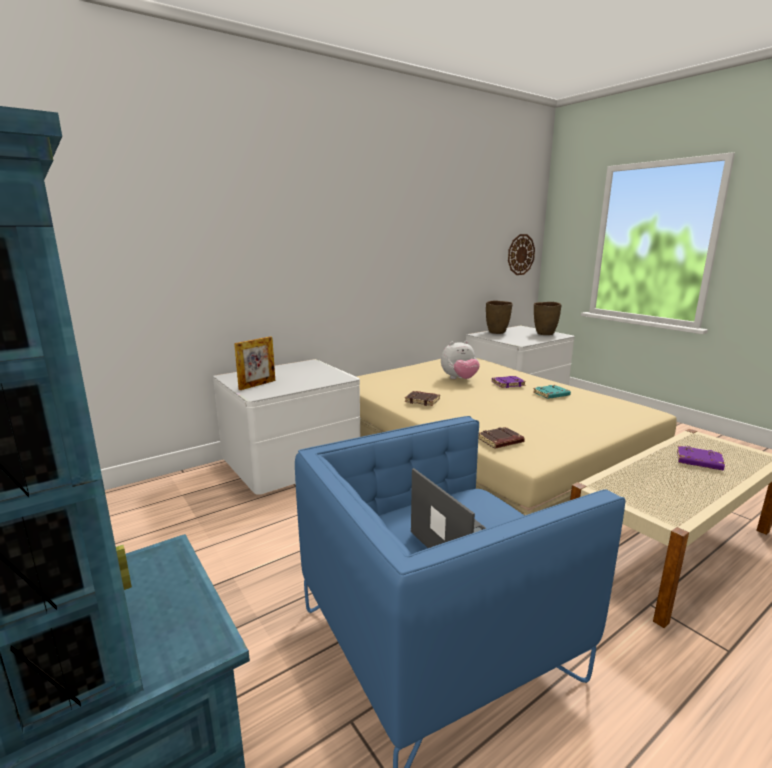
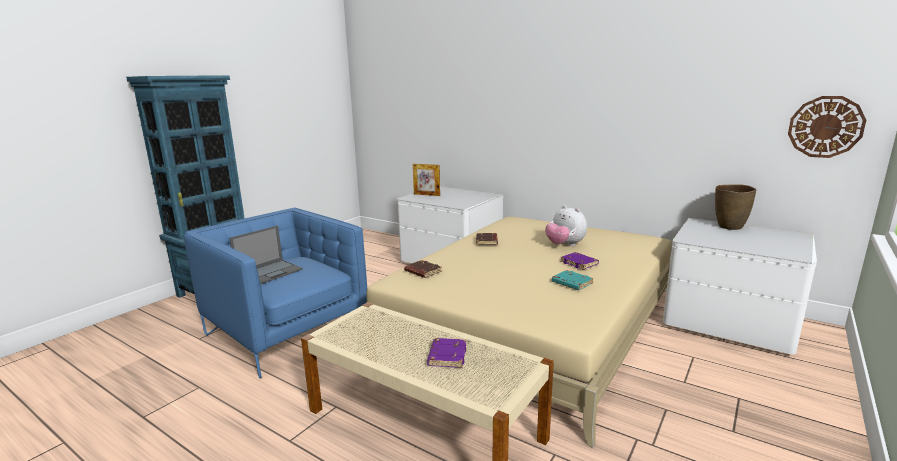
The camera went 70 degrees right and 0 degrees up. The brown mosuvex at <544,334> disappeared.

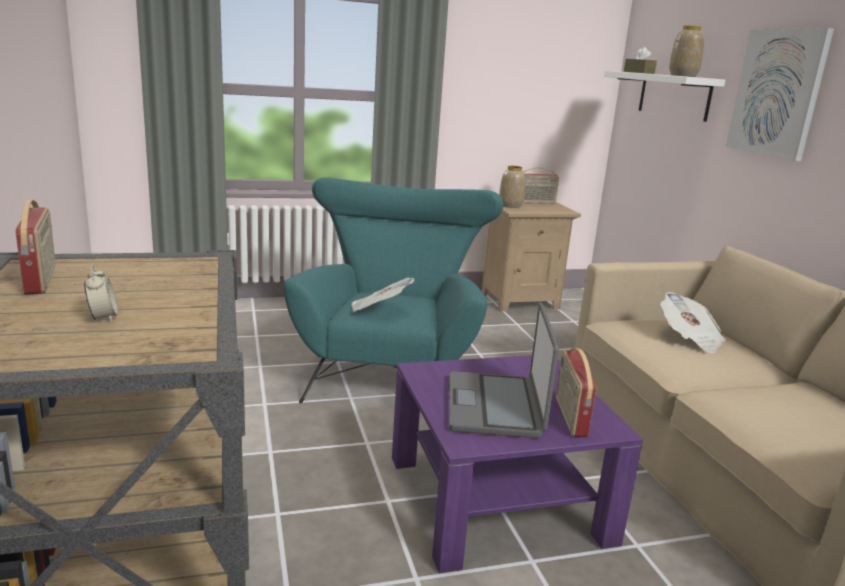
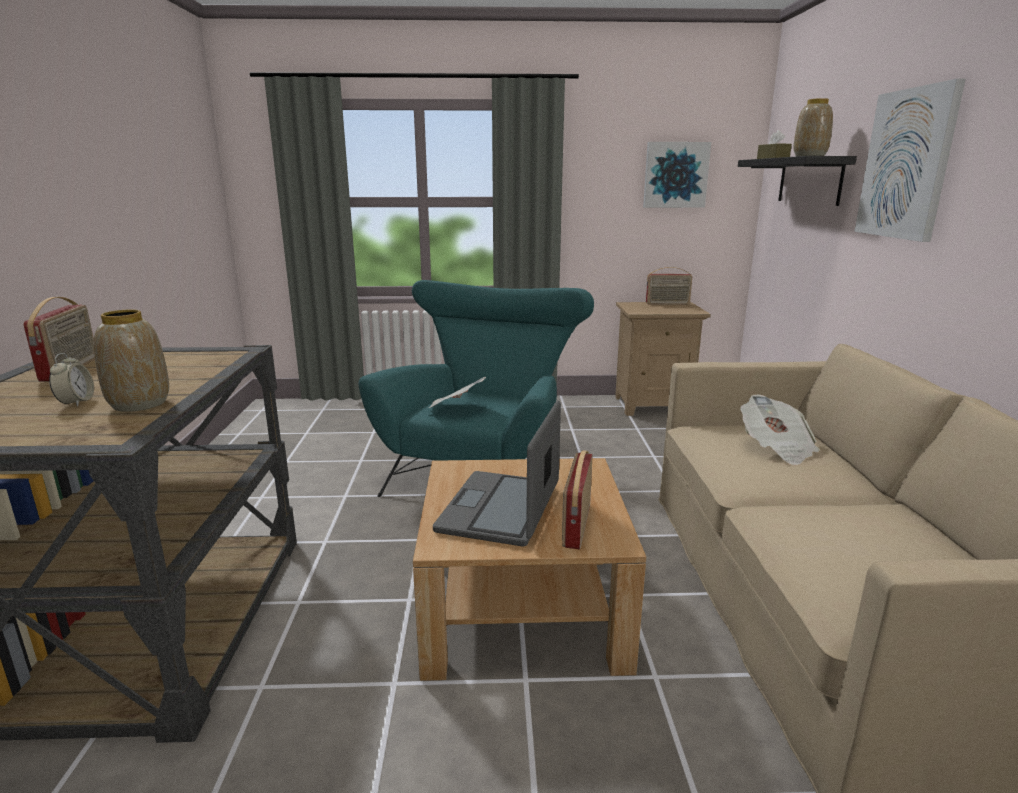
The camera went 15 degrees right and 0 degrees up. The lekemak at <675,175> appeared. The mosuvex moved from <510,206> to <140,403>. The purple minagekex at <497,498> became the brown minagekex at <522,608>. The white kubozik at <674,96> became the black kubozik at <809,181>.

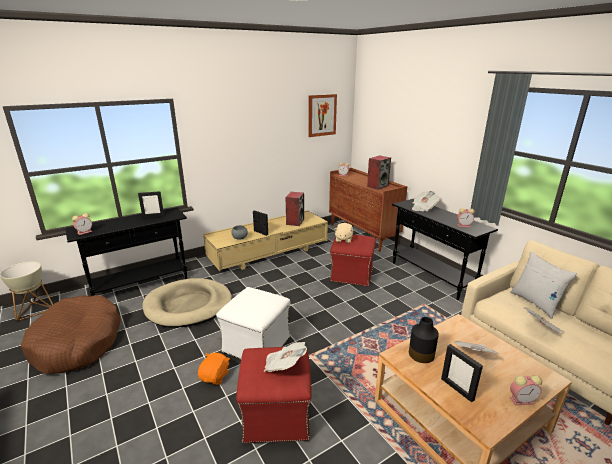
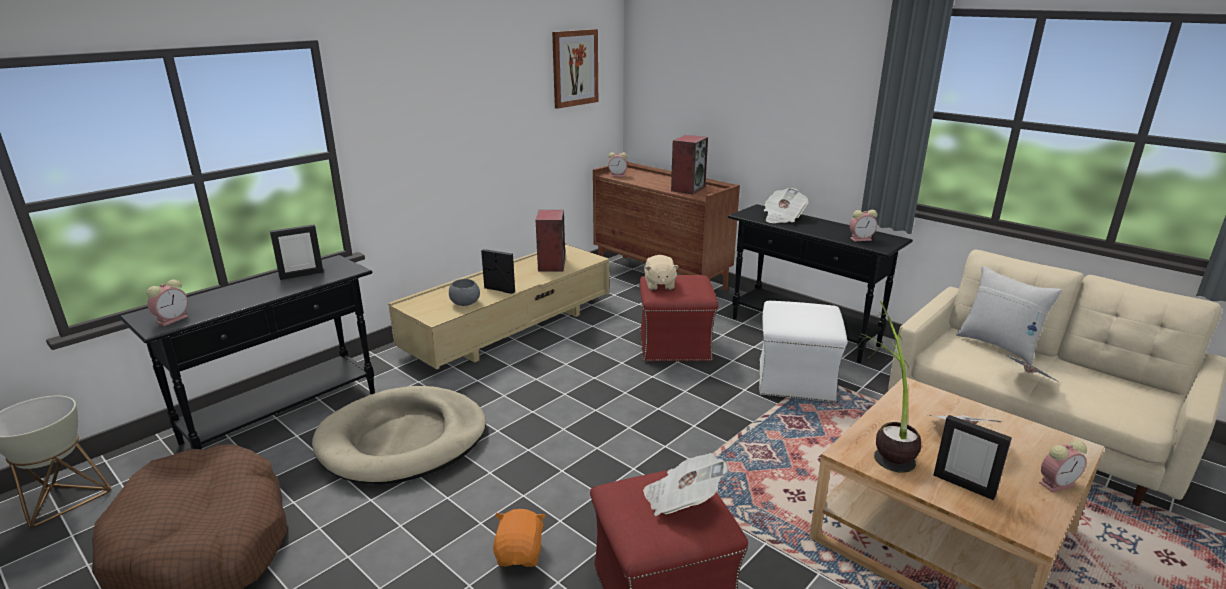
The camera went 15 degrees left and 0 degrees up. The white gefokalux moved from <256,345> to <796,381>. The black mosuvex at <421,354> was replaced by the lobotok at <884,444>.

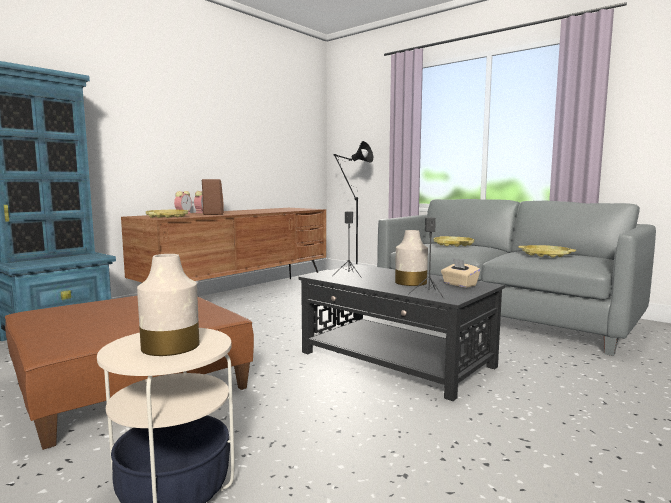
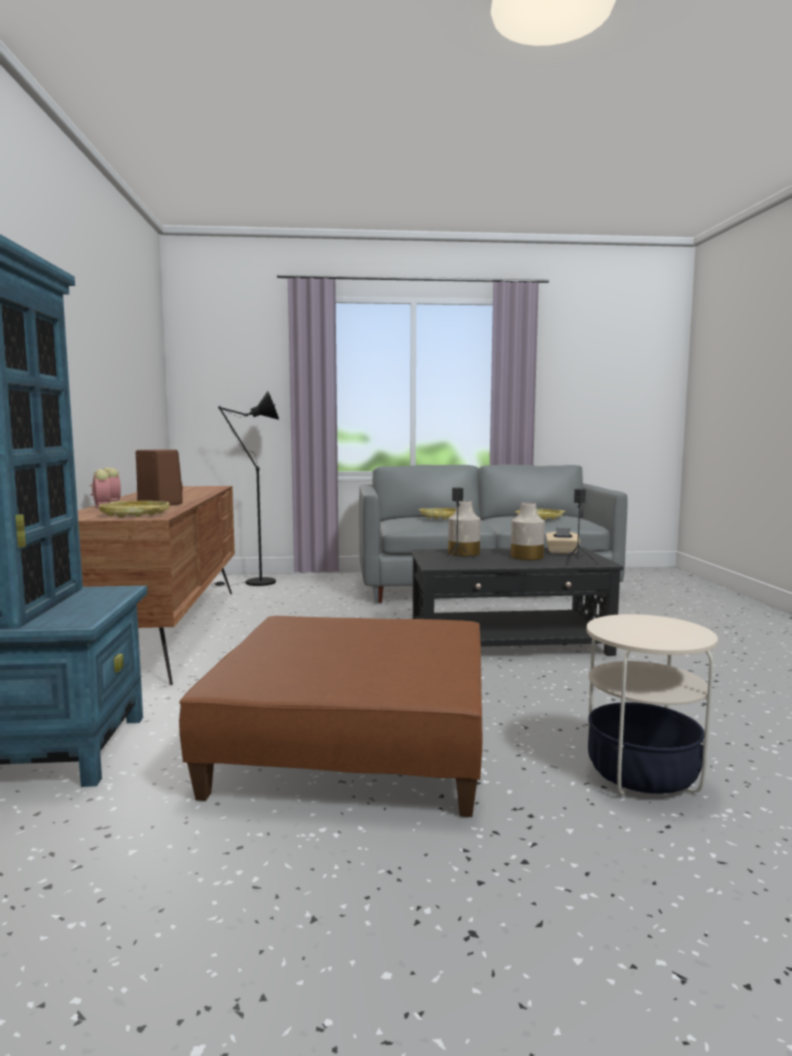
The camera went 45 degrees left and 0 degrees up. The beige mosuvex moved from <171,345> to <463,553>.

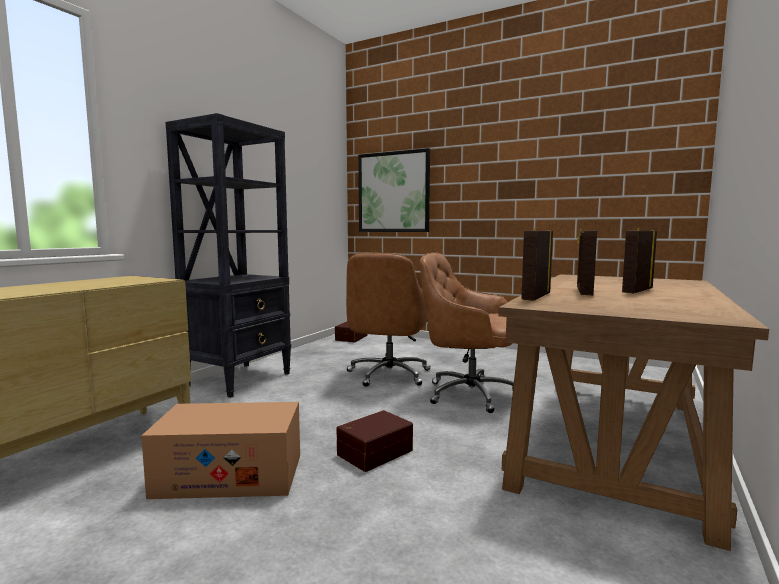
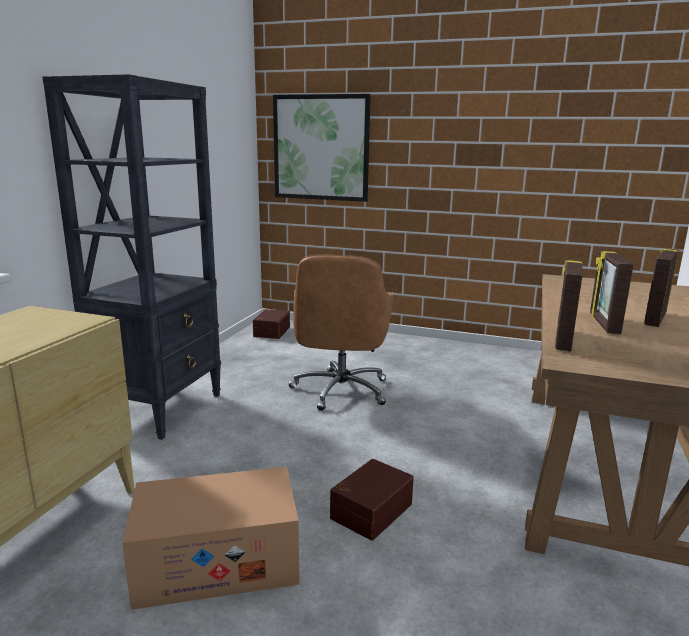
The camera went 10 degrees left and 10 degrees up. The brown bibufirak at <471,394> disappeared.

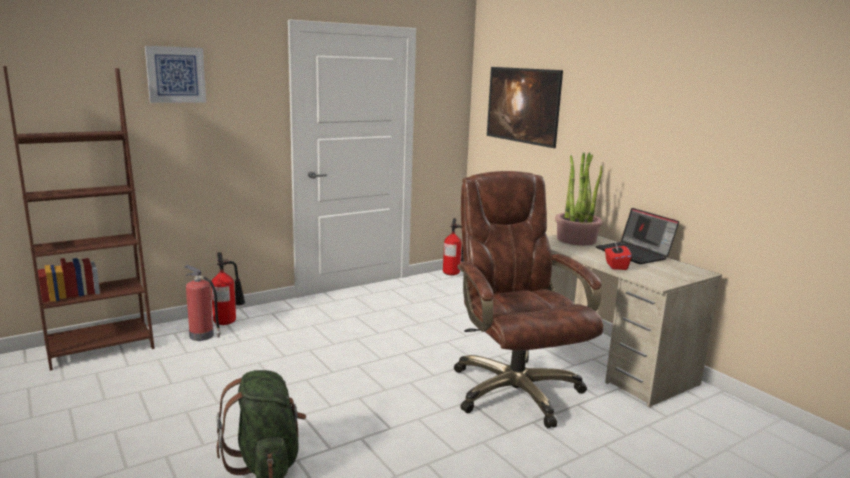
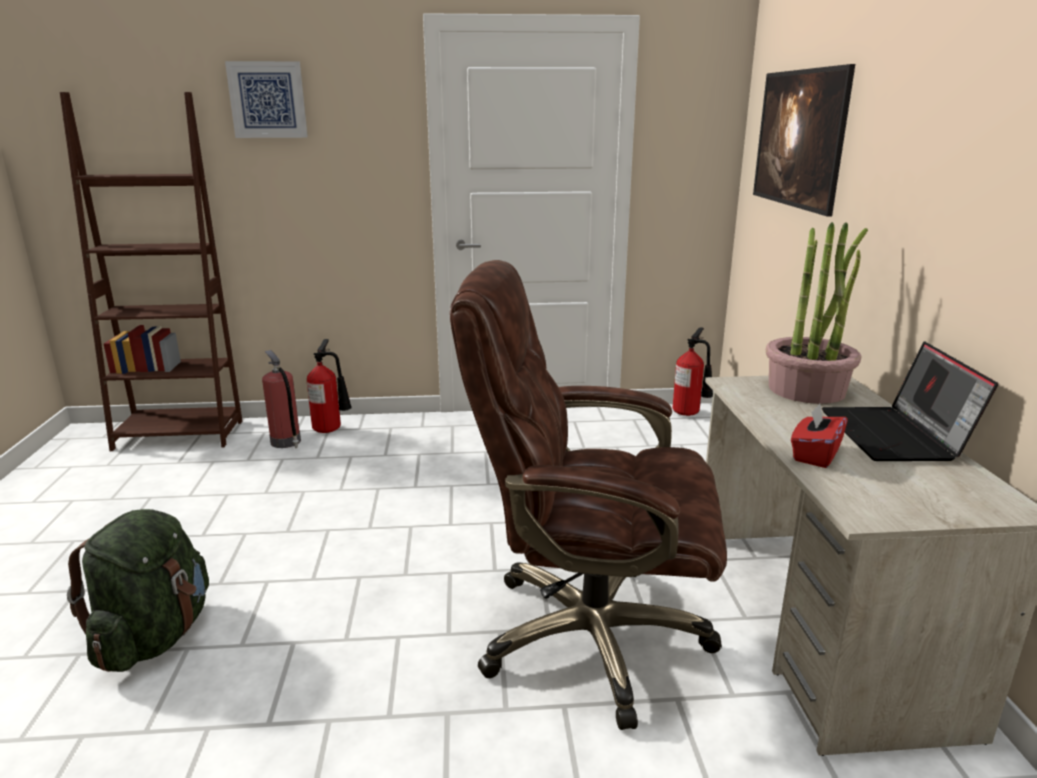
The camera went 30 degrees right and 5 degrees up. The brown bibufirak at <515,390> turned 90 degrees counterclockwise.

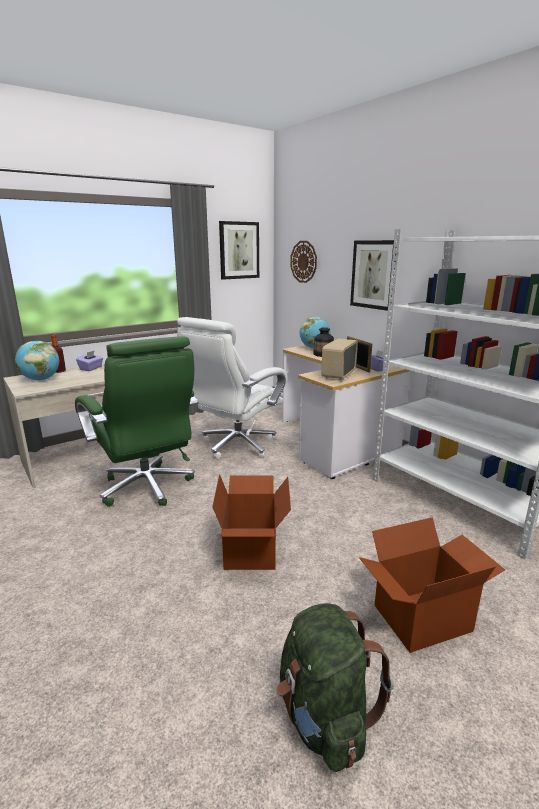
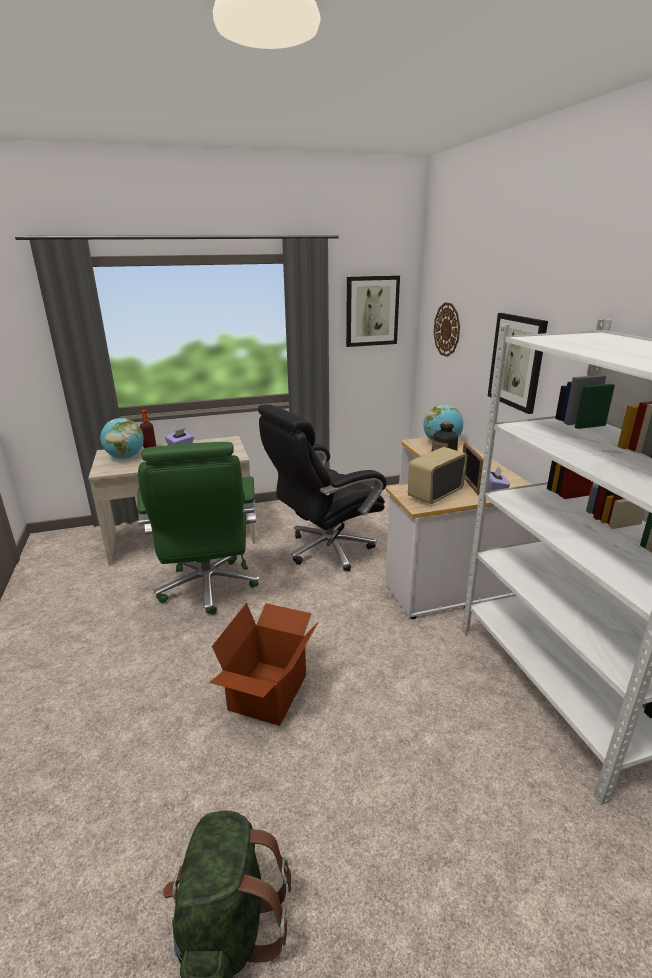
The camera went 20 degrees right and 5 degrees up. The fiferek at <421,616> disappeared. The white bibufirak at <235,446> became the black bibufirak at <325,551>.

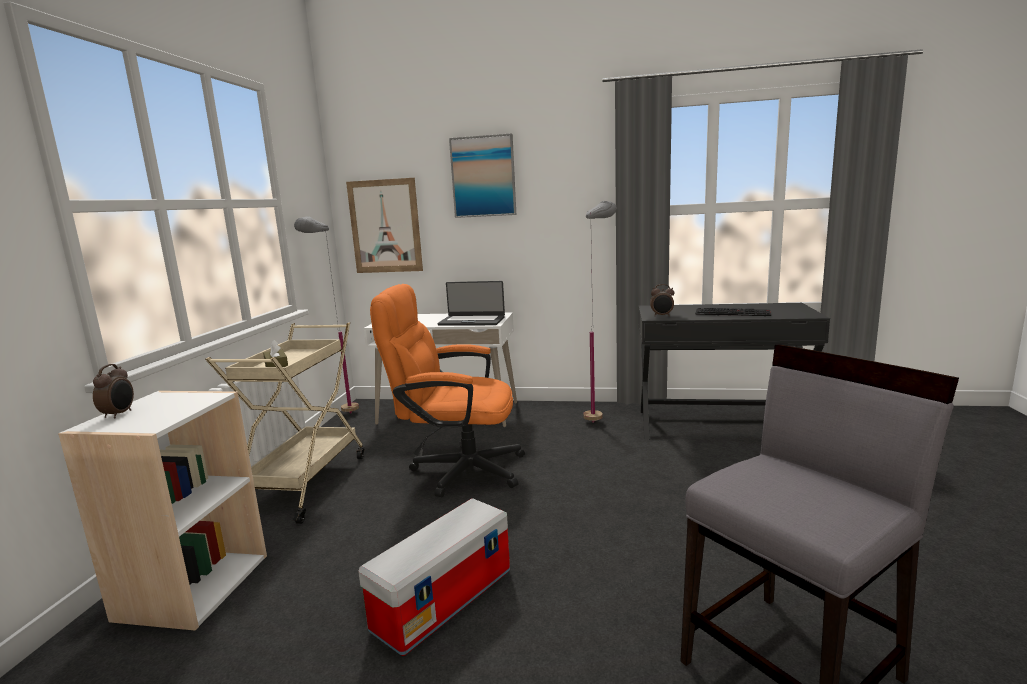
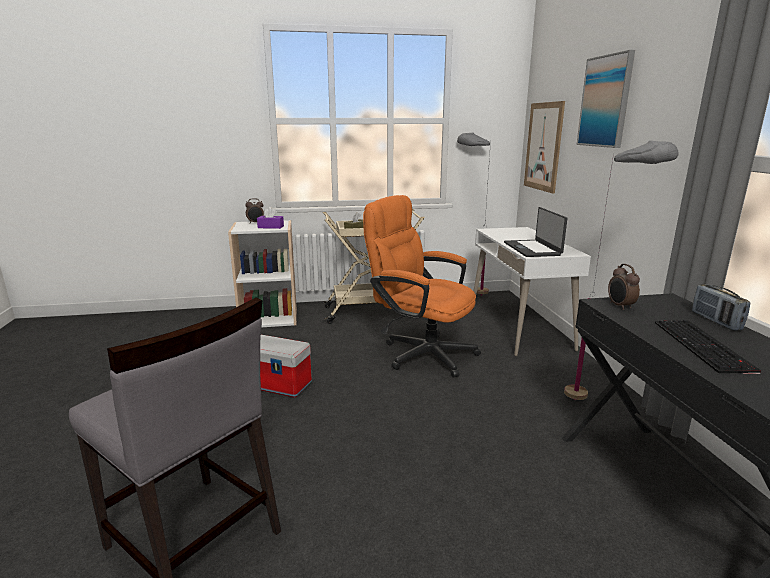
The camera went 70 degrees right and 5 degrees up. The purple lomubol at <270,227> appeared. The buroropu at <715,321> appeared. The orange bibufirak at <457,470> turned 45 degrees counterclockwise.

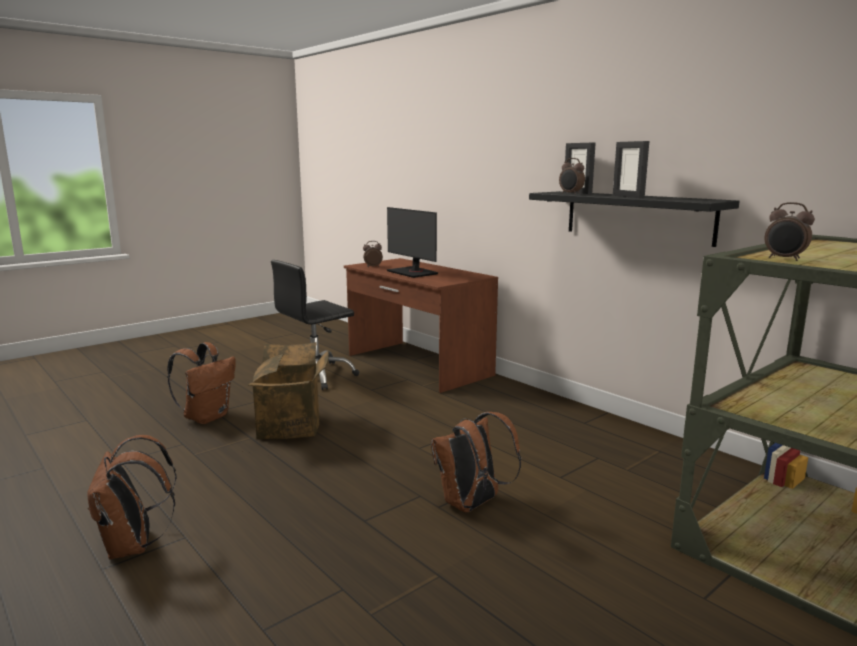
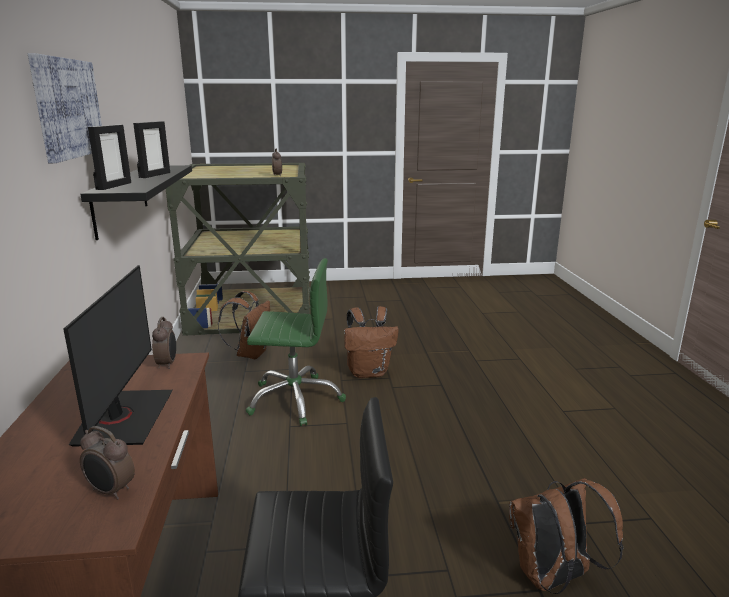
The camera went 145 degrees left and 5 degrees up. The fiferek at <292,426> disappeared. The lekemak at <68,108> appeared. The green bibufirak at <295,399> appeared. The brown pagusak moved from <133,546> to <251,353>. The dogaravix moved from <570,194> to <167,364>.

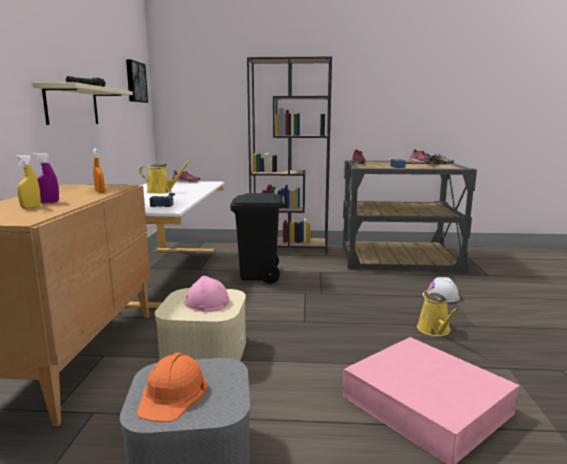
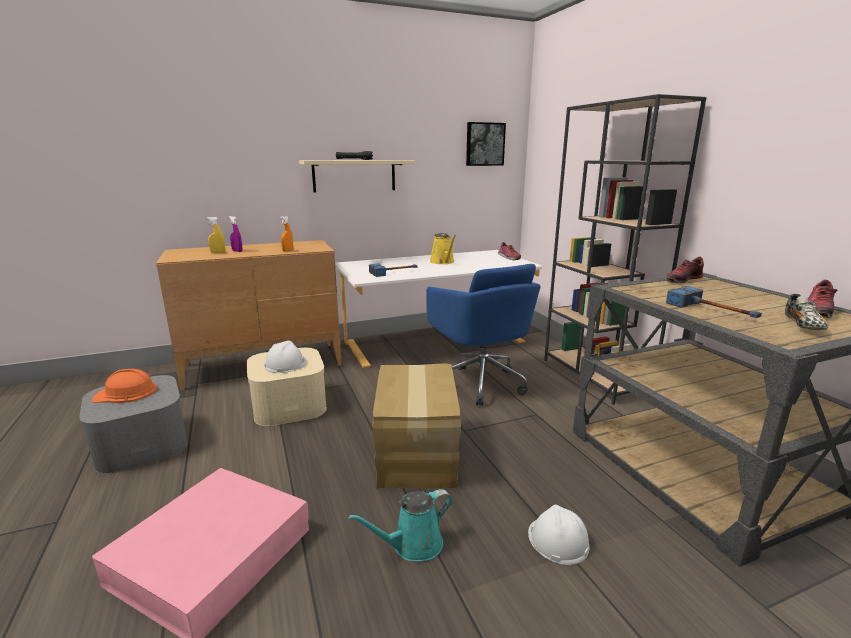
The camera went 65 degrees right and 5 degrees up. The fiferek at <418,453> appeared. The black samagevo at <259,275> was replaced by the blue bibufirak at <479,383>. The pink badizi at <207,302> became the white badizi at <286,364>. The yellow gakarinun at <435,330> became the turquoise gakarinun at <413,545>.

